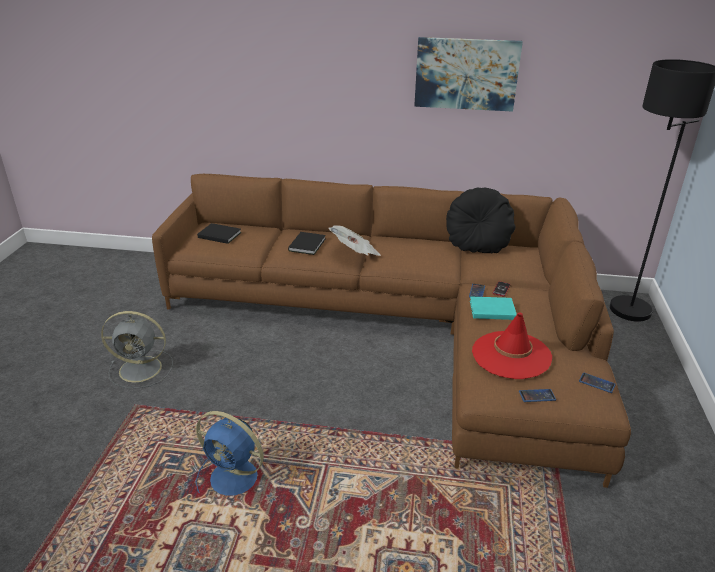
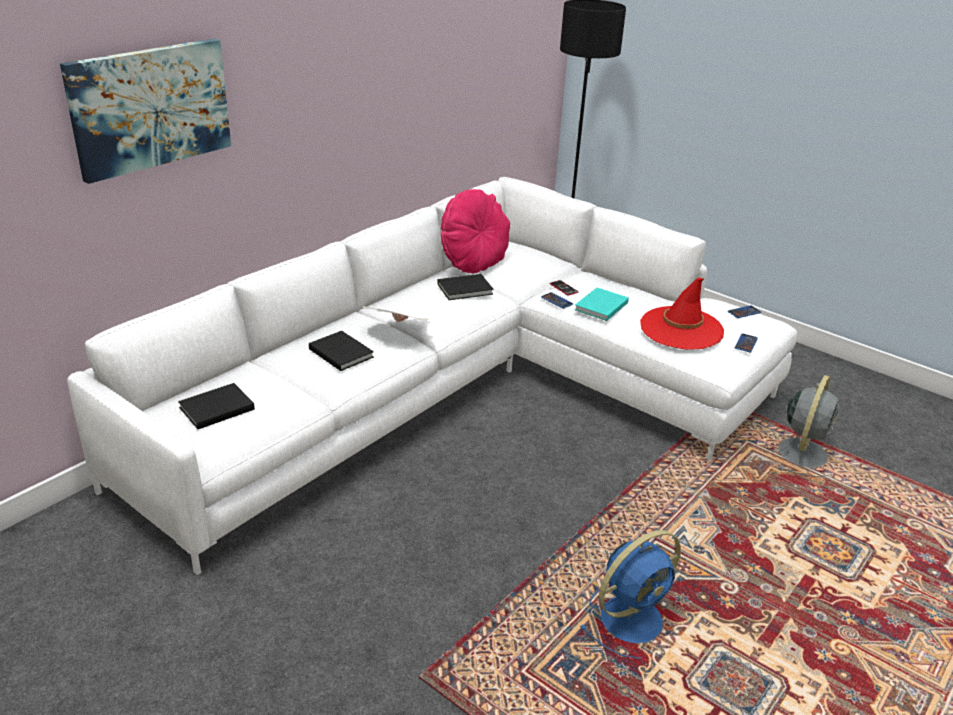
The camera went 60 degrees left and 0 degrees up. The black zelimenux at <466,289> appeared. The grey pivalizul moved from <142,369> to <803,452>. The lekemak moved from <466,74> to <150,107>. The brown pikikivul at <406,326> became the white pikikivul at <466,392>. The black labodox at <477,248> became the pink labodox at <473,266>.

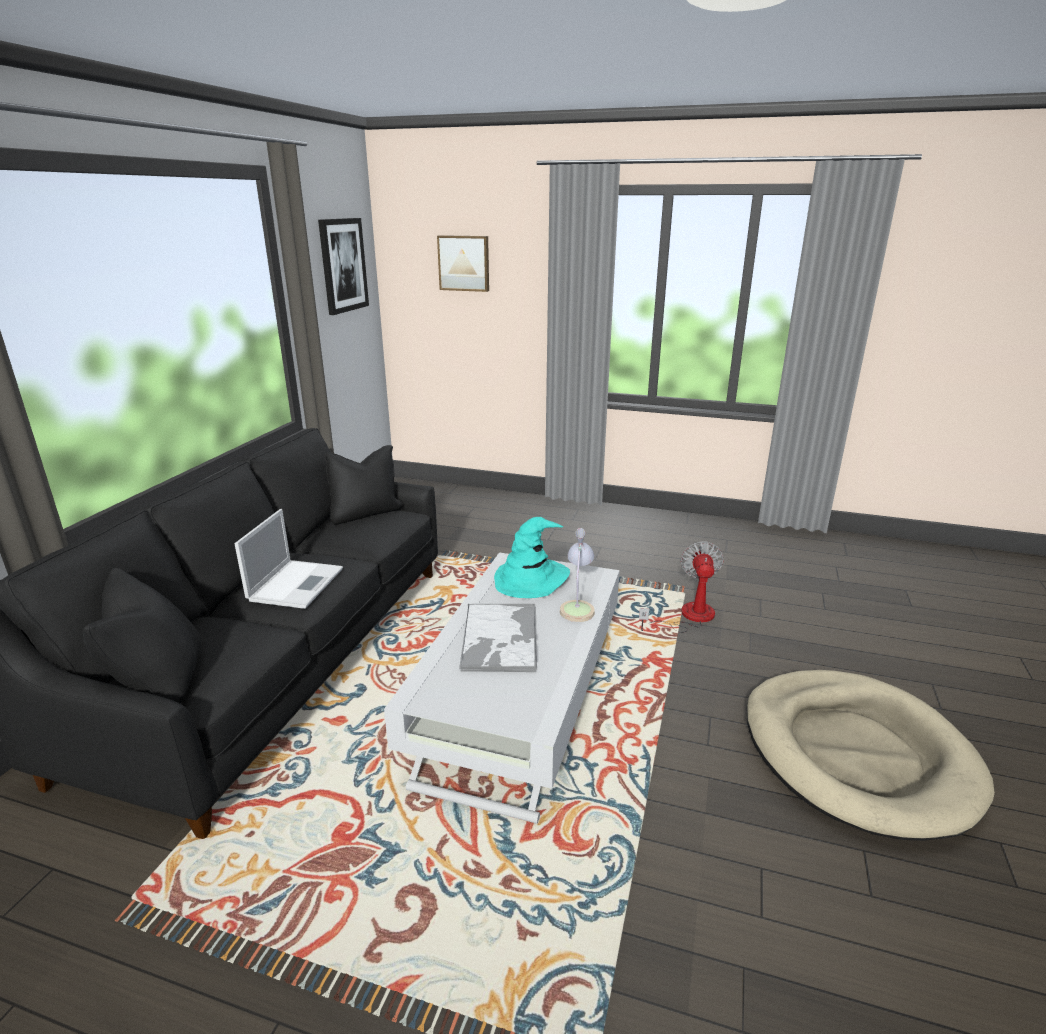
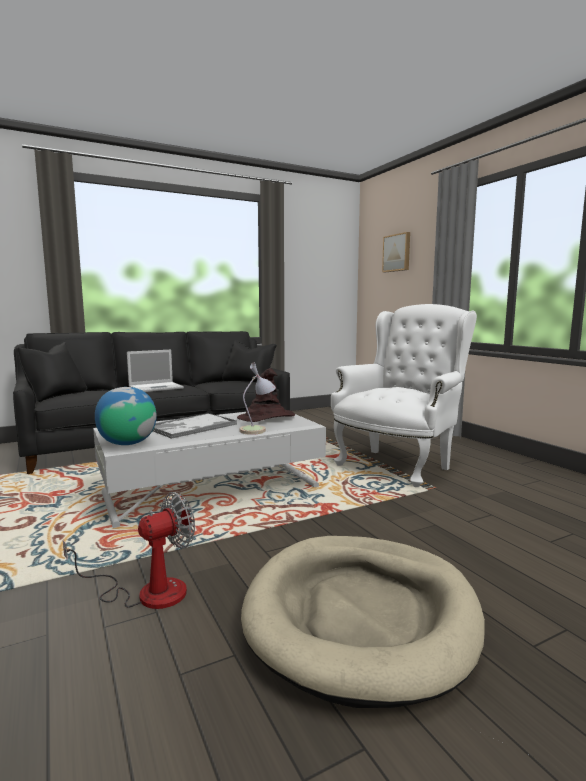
The camera went 45 degrees right and 15 degrees down. The lekemak at <343,265> disappeared. The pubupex at <127,443> appeared. The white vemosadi at <398,464> appeared. The pivalizul moved from <688,617> to <147,592>. The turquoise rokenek at <531,579> became the brown rokenek at <266,417>.

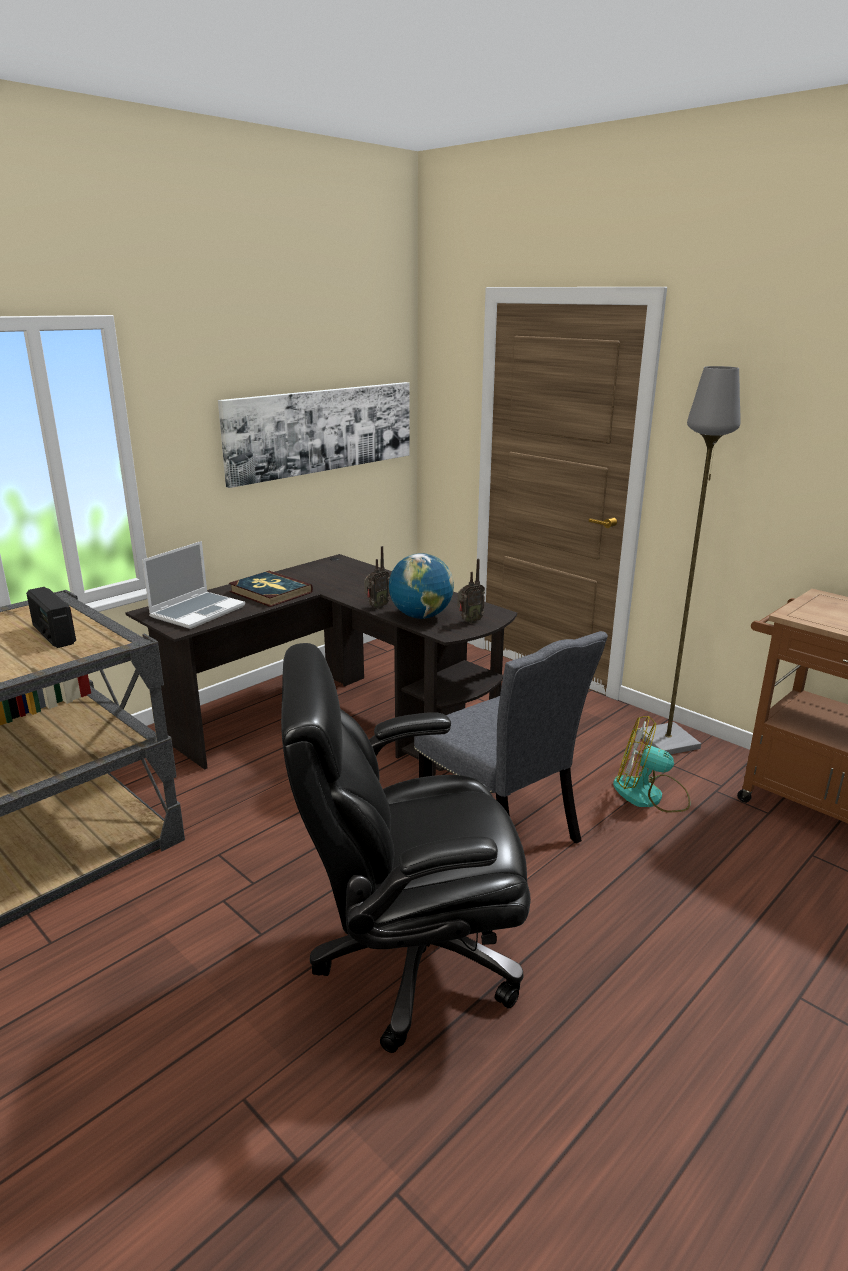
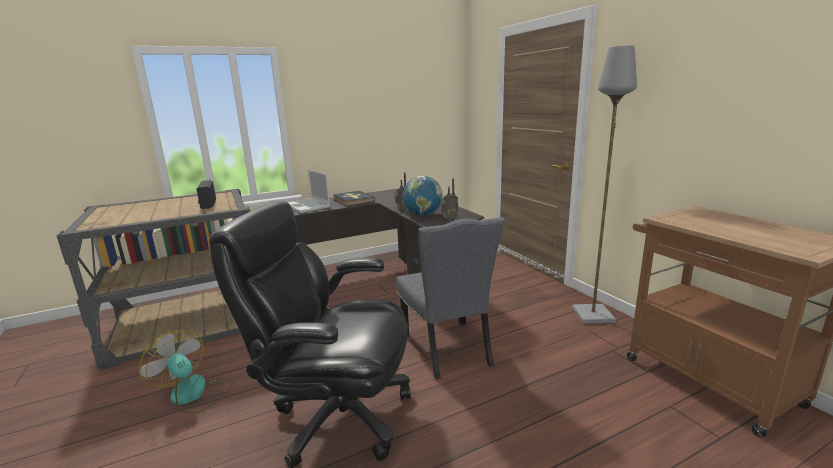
The camera went 20 degrees right and 5 degrees down. The lekemak at <322,430> disappeared. The pivalizul moved from <649,795> to <194,394>. The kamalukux at <198,611> turned 90 degrees clockwise.

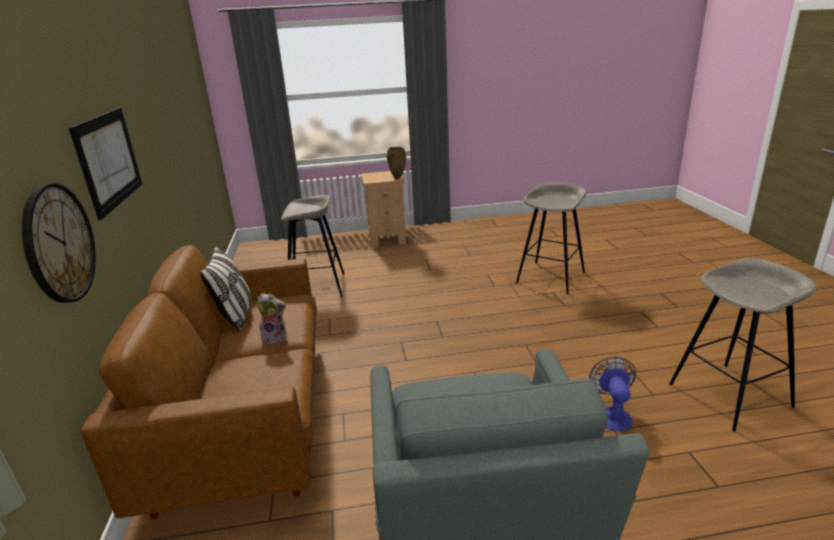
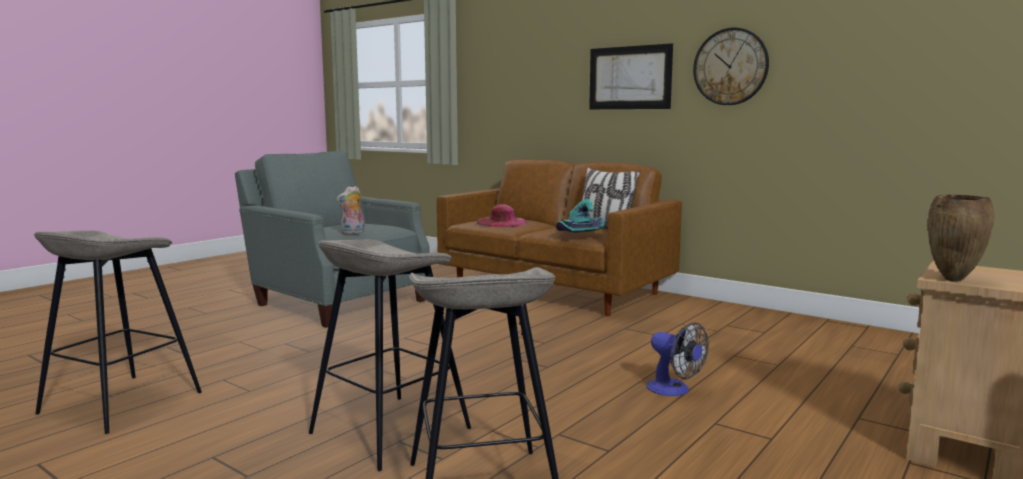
The camera went 135 degrees right and 15 degrees down. The pink rokenek at <502,222> appeared. The turquoise rokenek at <578,235> appeared. The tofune moved from <59,243> to <730,67>. The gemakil moved from <276,338> to <353,233>. The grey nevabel moved from <317,287> to <389,430>. The pivalizul moved from <612,414> to <674,390>.

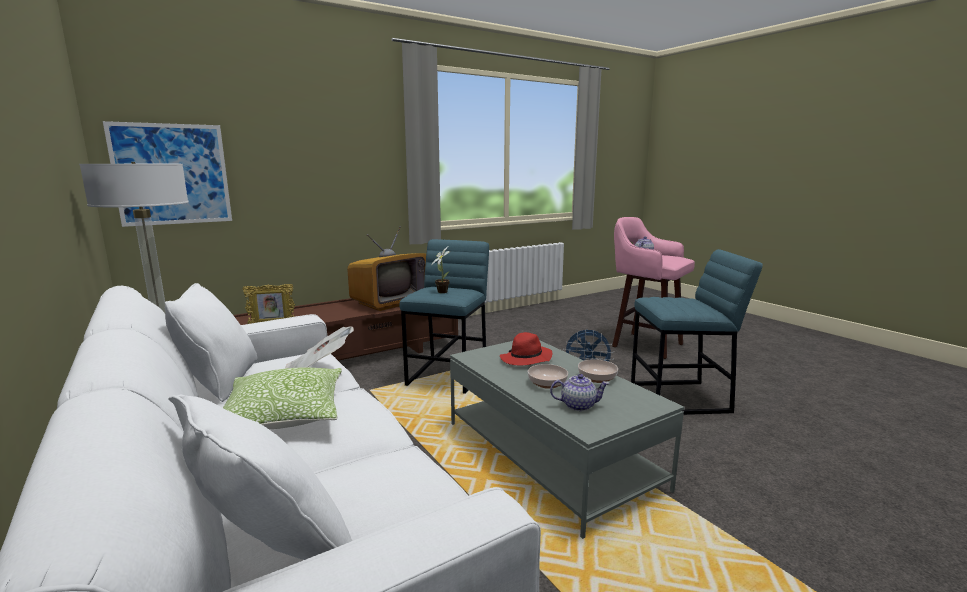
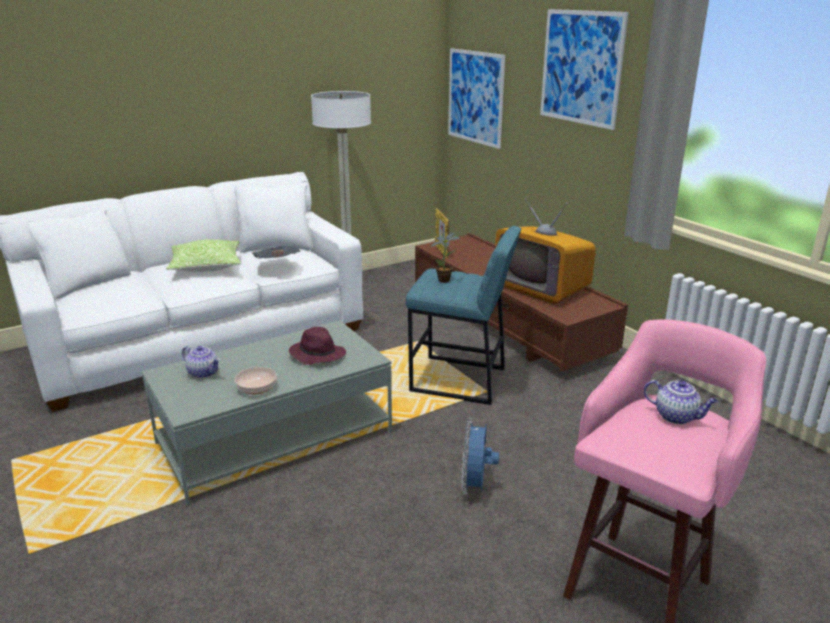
The camera went 90 degrees right and 10 degrees up. The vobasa at <547,383> disappeared. The blue nevabel at <681,398> disappeared. The lekemak at <581,67> appeared. The red rokenek at <526,359> became the purple rokenek at <317,354>. The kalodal at <578,405> turned 60 degrees counterclockwise.

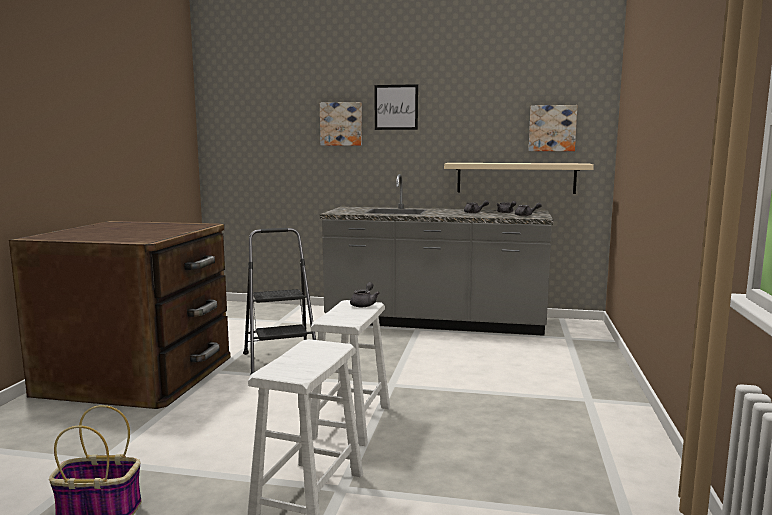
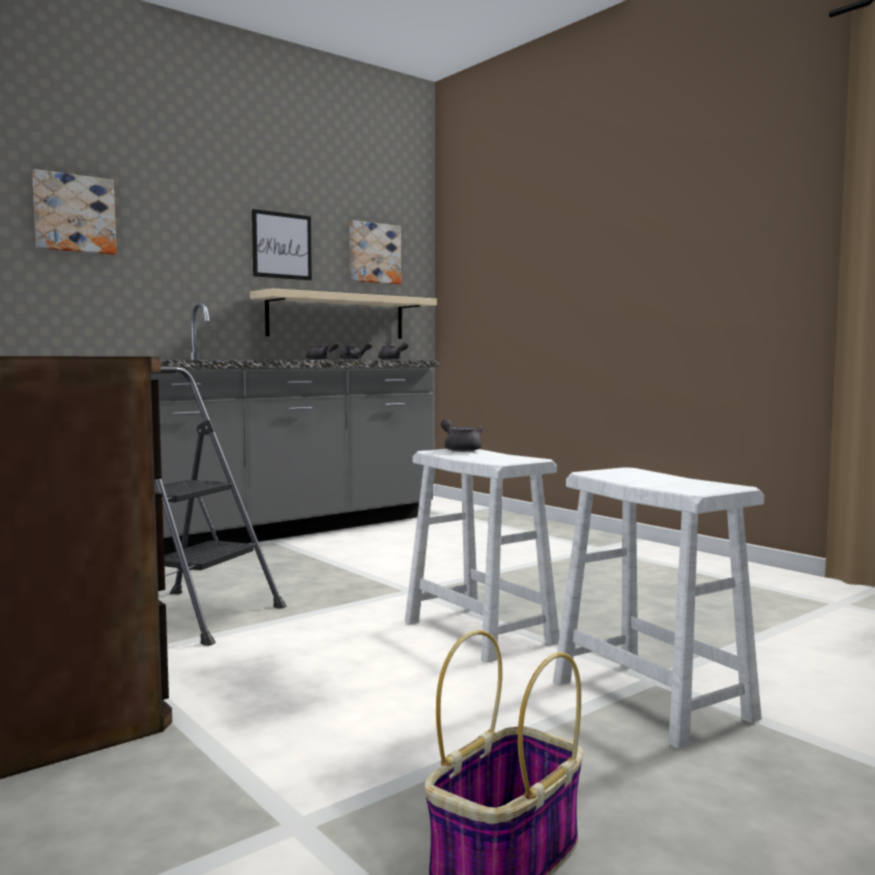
The camera went 50 degrees left and 5 degrees down. The lekemak moved from <396,107> to <282,245>.

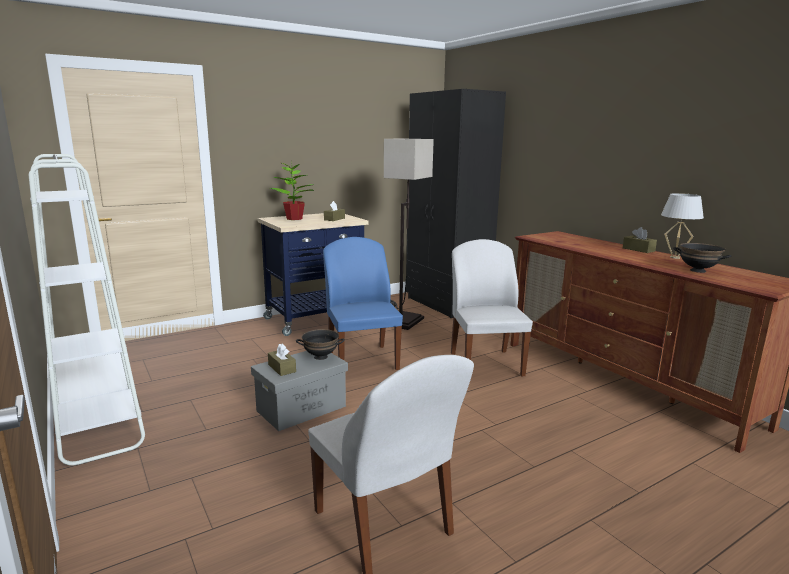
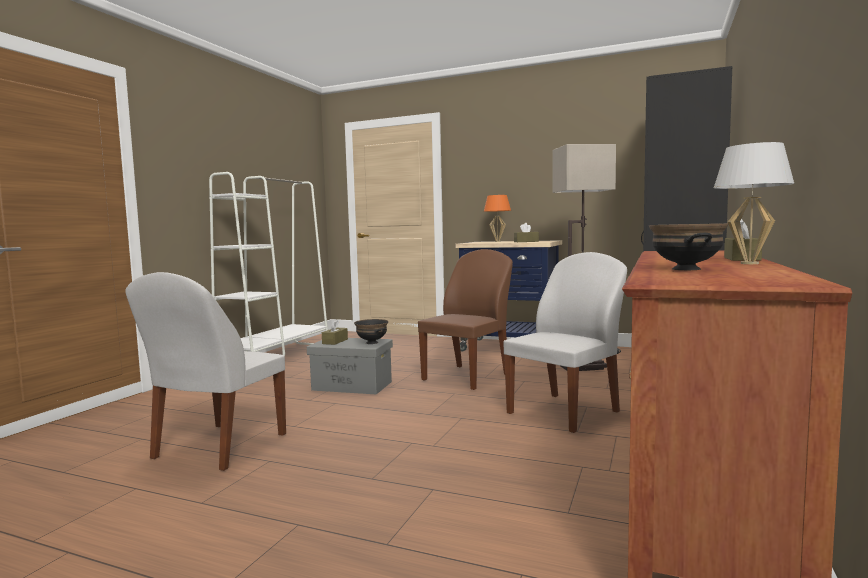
The camera went 55 degrees right and 10 degrees down. The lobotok at <294,218> was replaced by the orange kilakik at <497,241>. The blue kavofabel at <362,360> became the brown kavofabel at <467,377>.

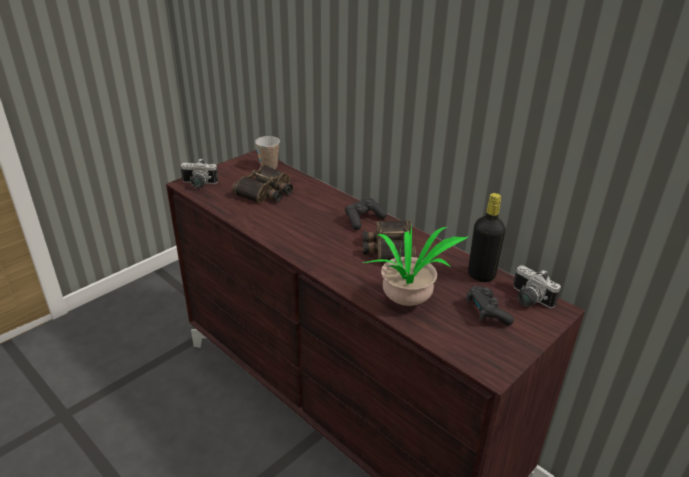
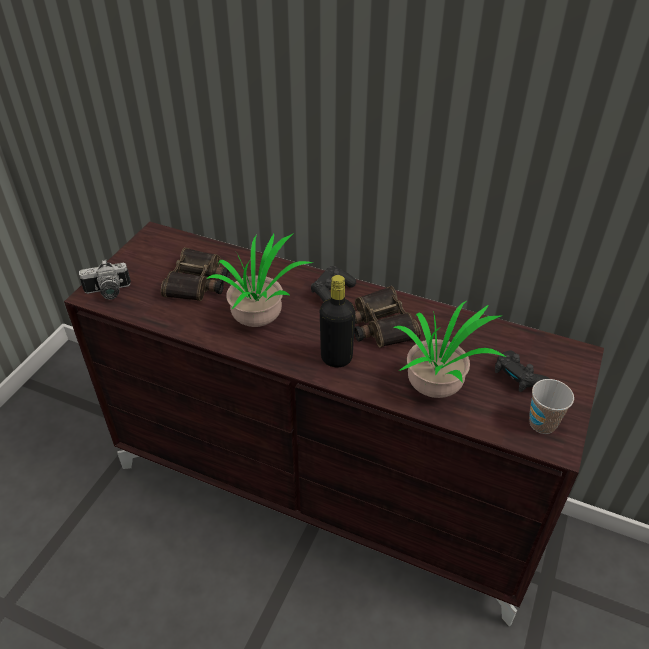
The camera went 20 degrees left and 10 degrees up. The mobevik at <528,299> disappeared. The lobotok at <261,320> appeared. The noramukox moved from <269,166> to <542,423>. The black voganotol moved from <481,275> to <336,358>.

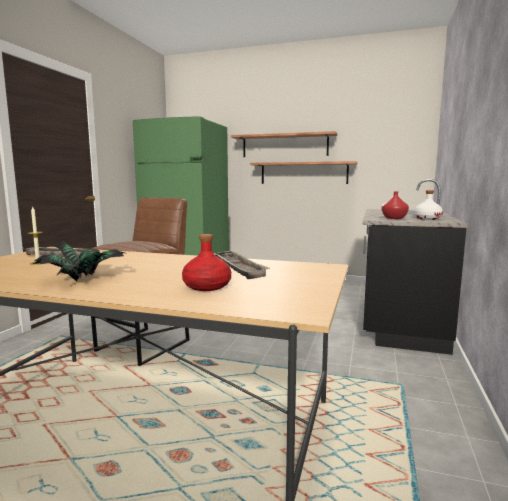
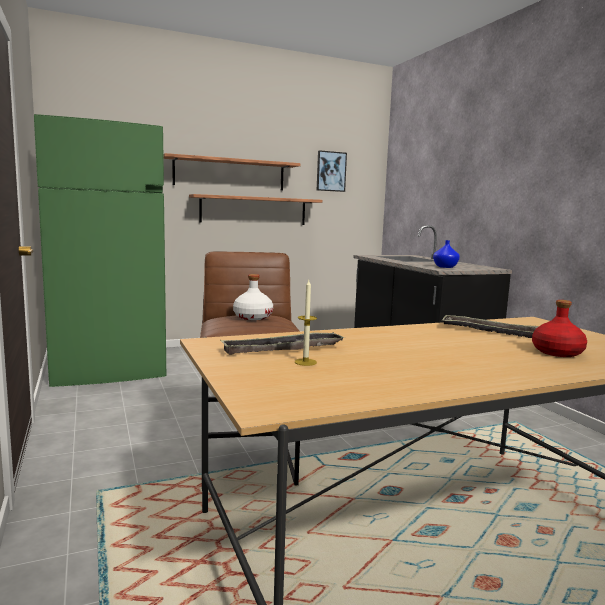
The camera went 40 degrees left and 0 degrees up. The lobotok at <83,279> disappeared. The lekemak at <331,171> appeared. The white voganotol moved from <427,218> to <252,317>. The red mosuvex at <394,218> became the blue mosuvex at <445,267>.

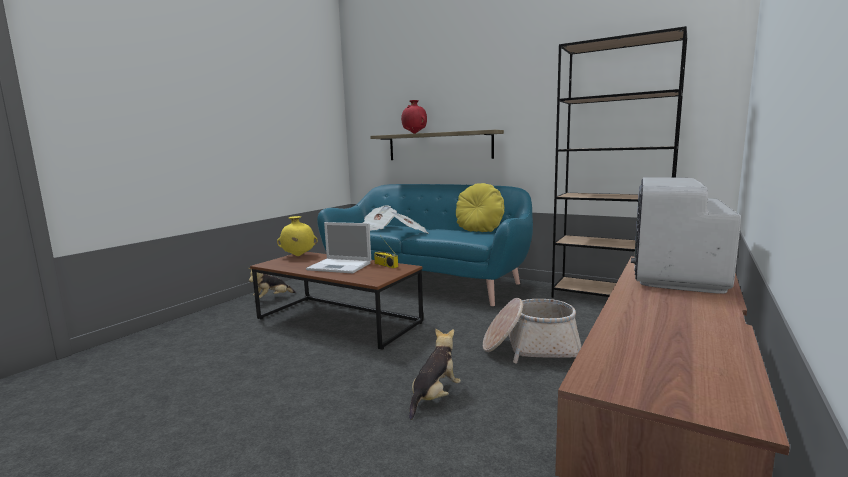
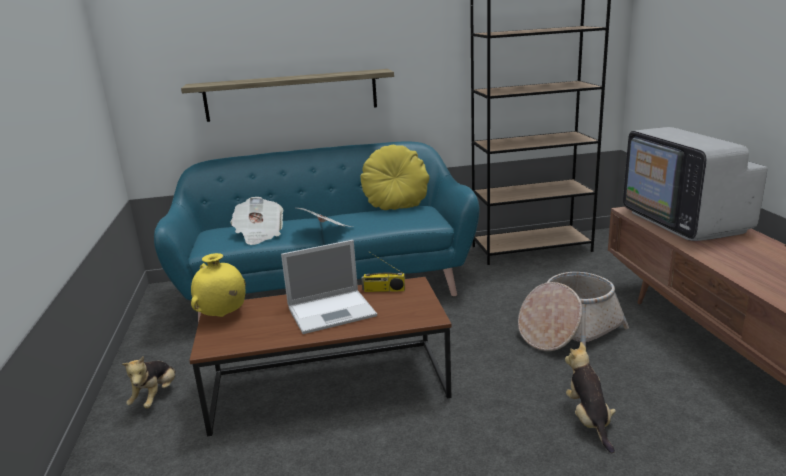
The camera went 40 degrees left and 10 degrees up. The red mosuvex at <414,133> disappeared.

